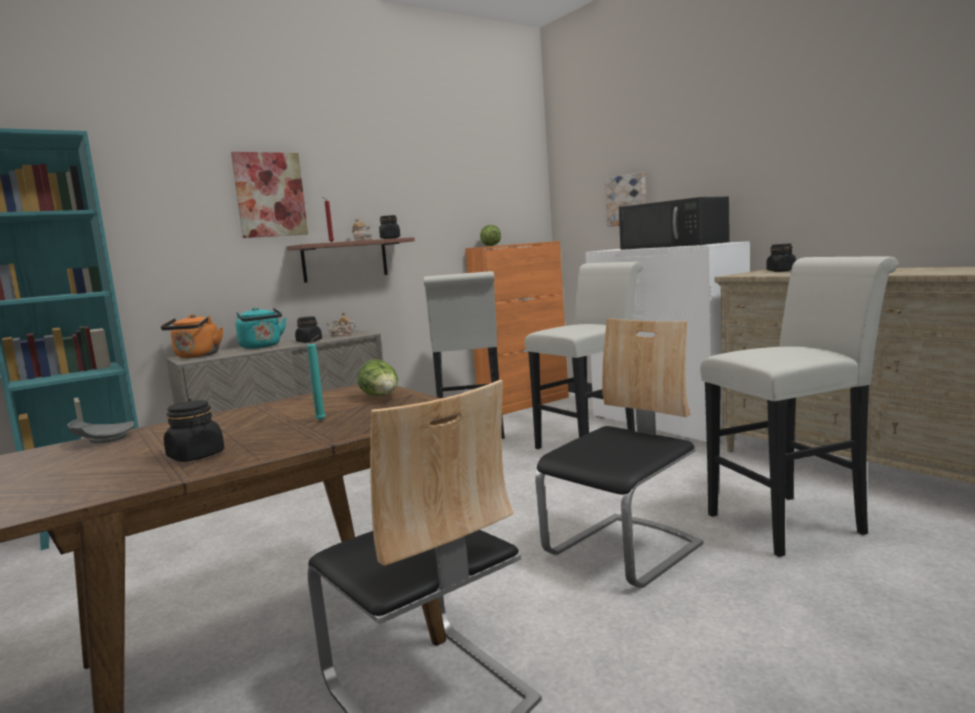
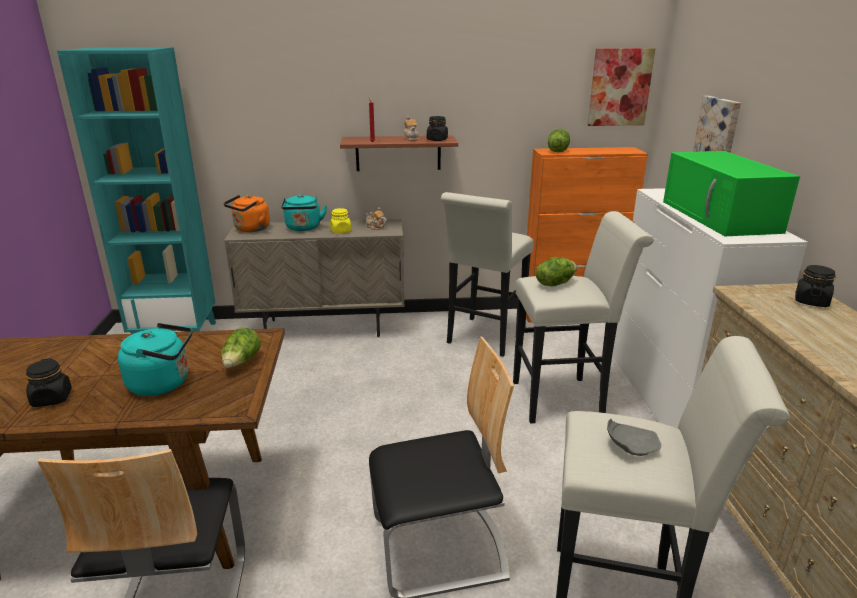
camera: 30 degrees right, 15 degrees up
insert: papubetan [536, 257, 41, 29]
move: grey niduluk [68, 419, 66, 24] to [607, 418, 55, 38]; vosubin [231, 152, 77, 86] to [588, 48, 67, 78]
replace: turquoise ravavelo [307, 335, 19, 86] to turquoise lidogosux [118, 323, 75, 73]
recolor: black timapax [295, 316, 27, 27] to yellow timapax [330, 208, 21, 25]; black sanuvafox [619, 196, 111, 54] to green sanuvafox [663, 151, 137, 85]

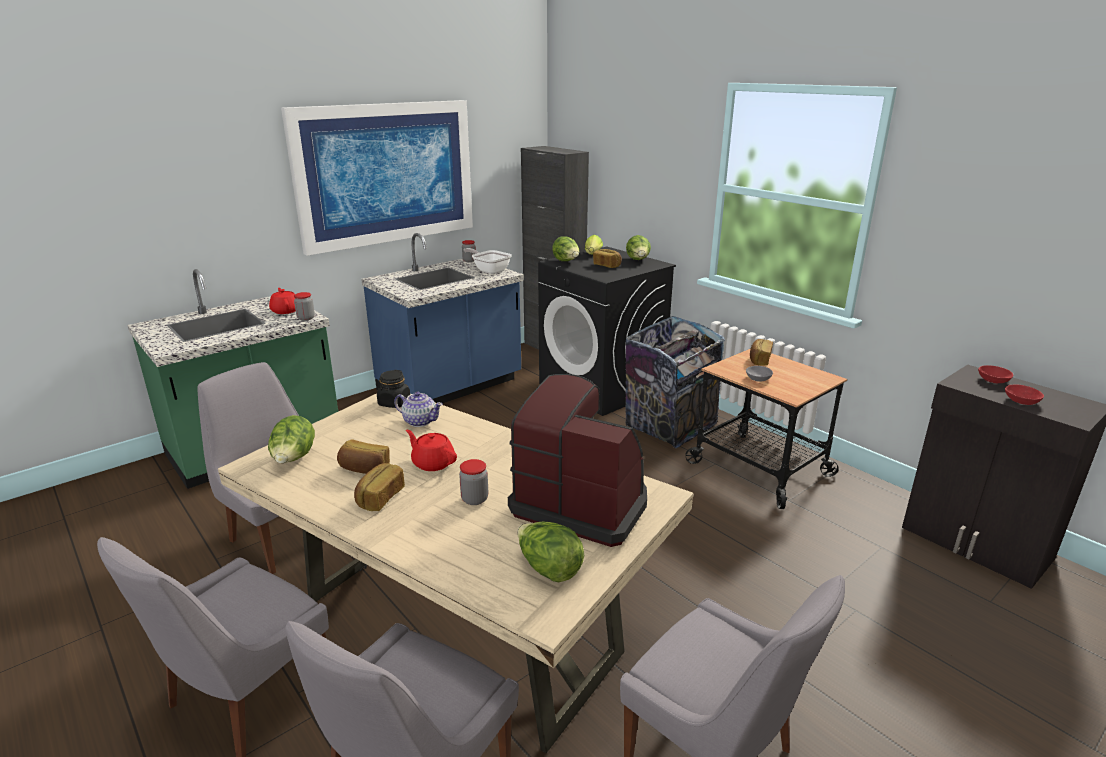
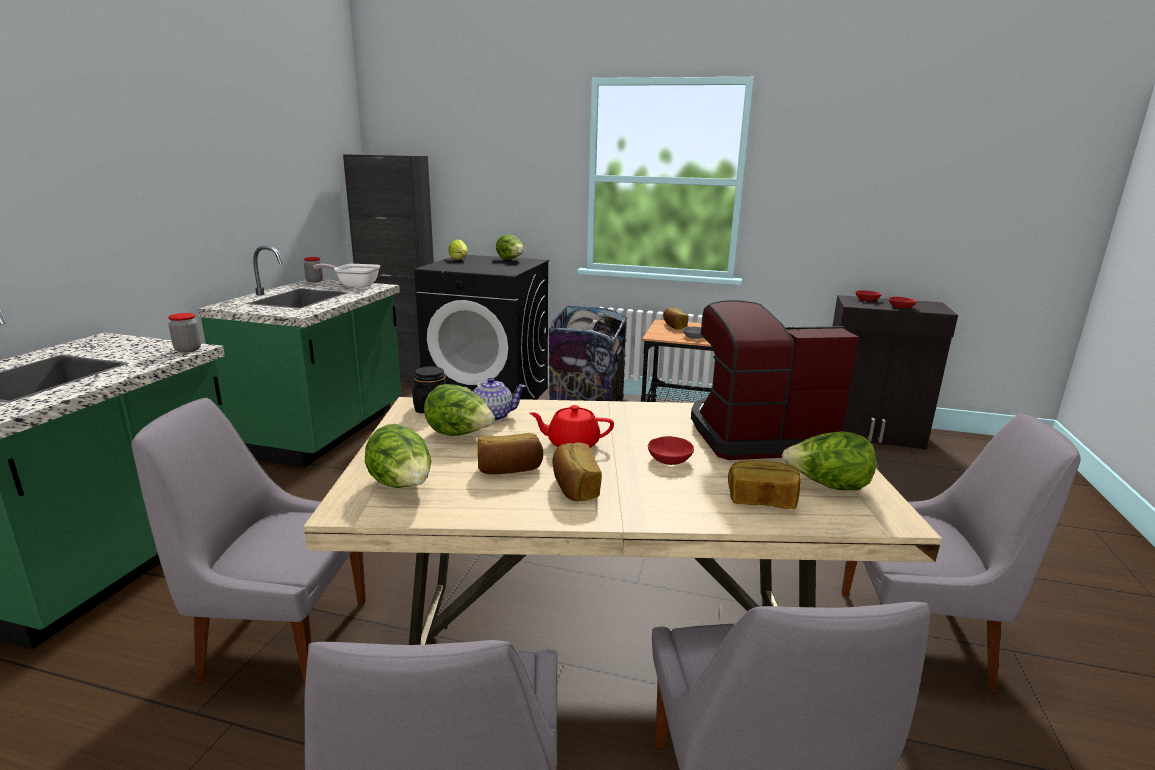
camera: 35 degrees left, 5 degrees down
delete: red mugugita [269, 288, 27, 26]; vosubin [281, 100, 192, 156]
move: papubetan [552, 236, 27, 25] to [424, 384, 71, 52]; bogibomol [593, 249, 29, 19] to [728, 460, 73, 49]
replace: timapax [459, 459, 29, 46] to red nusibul [648, 436, 46, 29]
recolor: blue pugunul [361, 233, 163, 170] to green pugunul [198, 245, 203, 223]

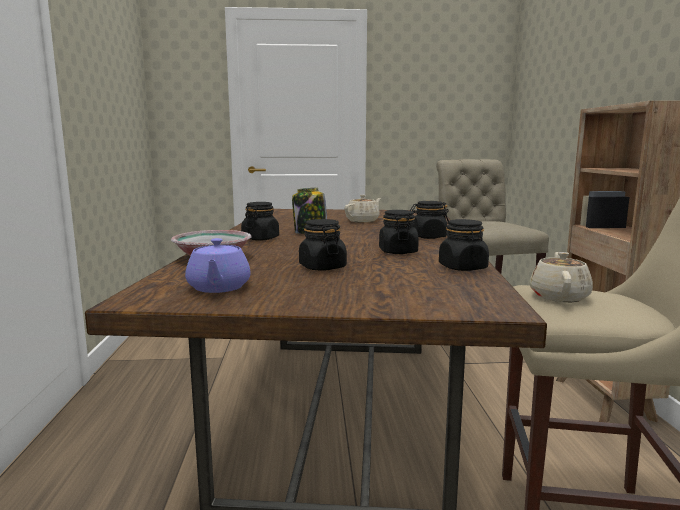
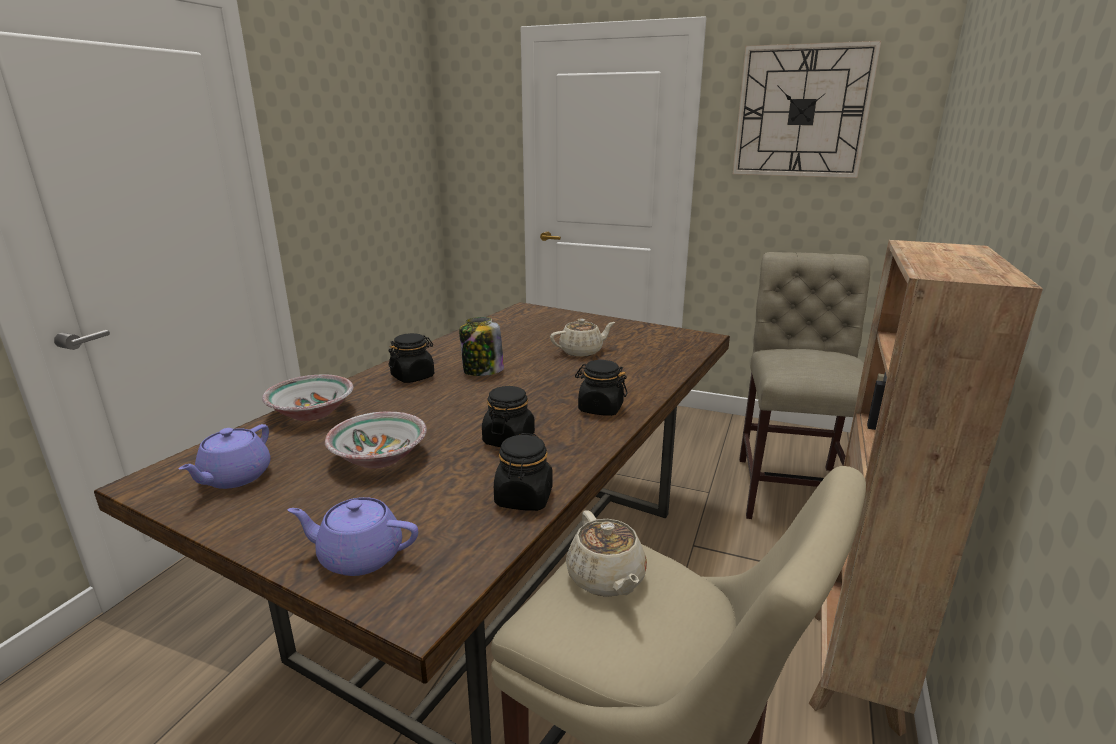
camera: 25 degrees right, 10 degrees up
insert: purple mugugita [288, 497, 130, 79]; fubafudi [733, 41, 148, 137]
replace: black timapax [299, 219, 48, 52] to nusibul [325, 412, 102, 57]
rotate: beige mugugita [529, 252, 64, 50] = [566, 510, 81, 87] 120 degrees clockwise

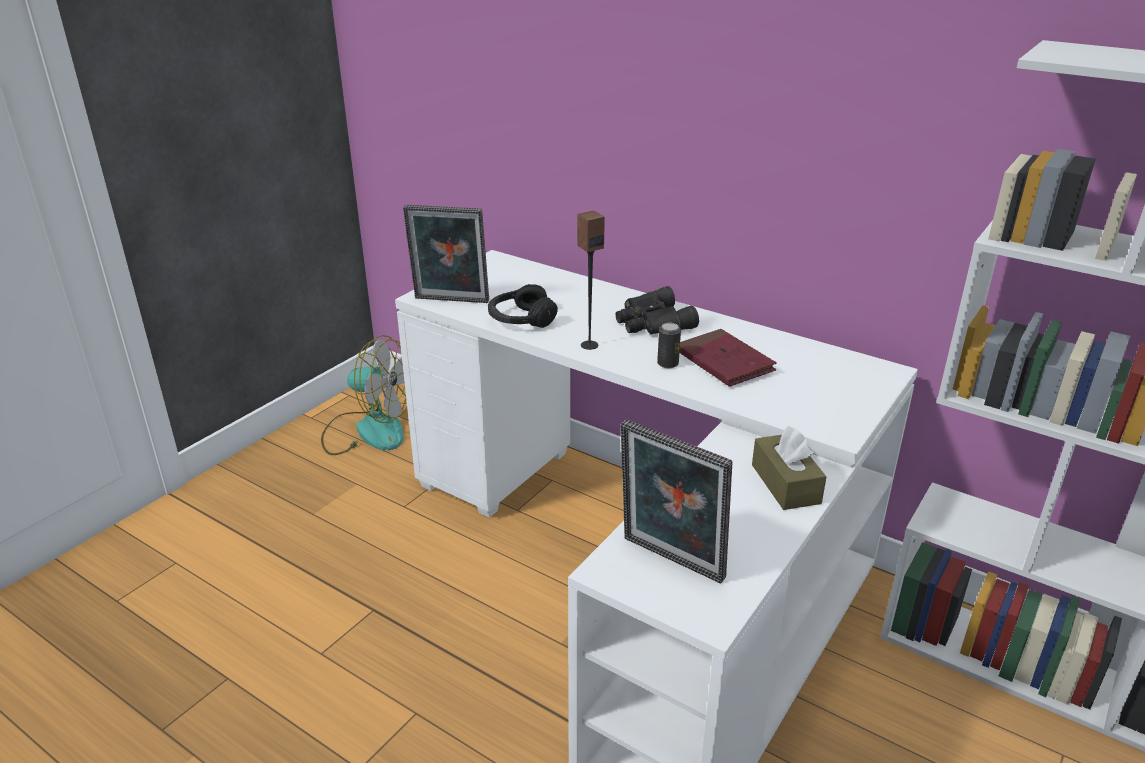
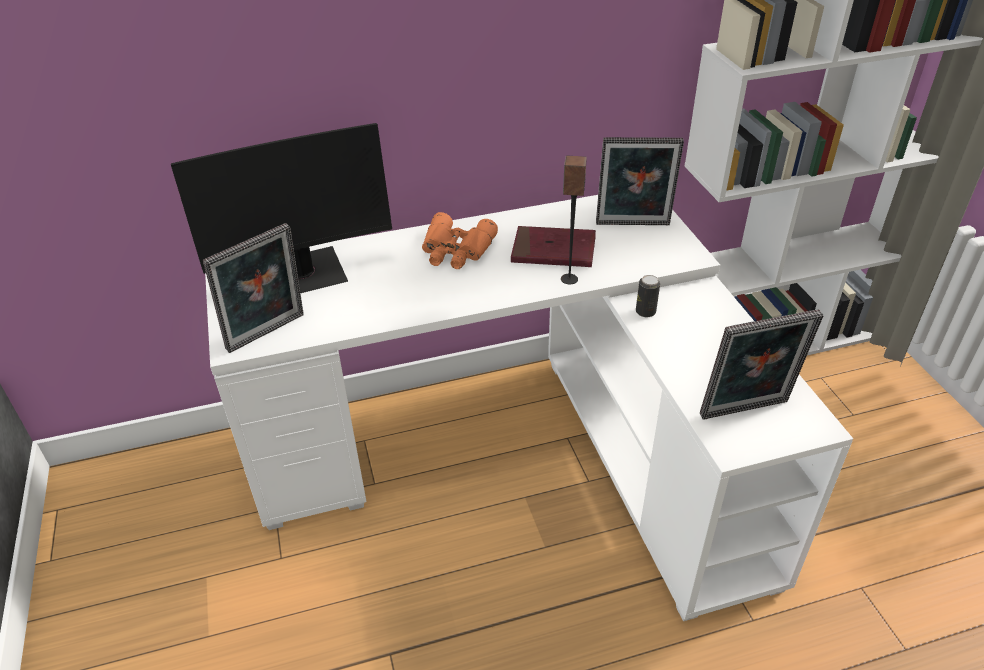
camera: 50 degrees left, 10 degrees up
delete: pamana [321, 335, 86, 120]; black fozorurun [488, 284, 70, 44]; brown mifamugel [752, 426, 74, 84]
insert: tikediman [171, 123, 221, 170]; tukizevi [596, 137, 88, 88]
move: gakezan [577, 211, 28, 139] to [561, 156, 26, 128]; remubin [657, 323, 24, 45] to [636, 275, 24, 42]
recolor: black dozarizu [615, 286, 84, 48] to orange dozarizu [422, 212, 76, 57]

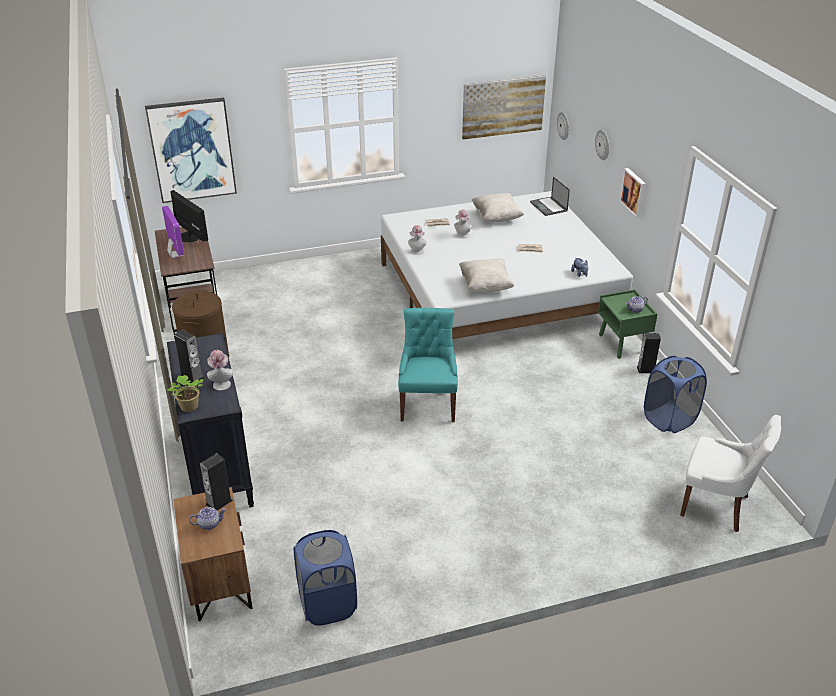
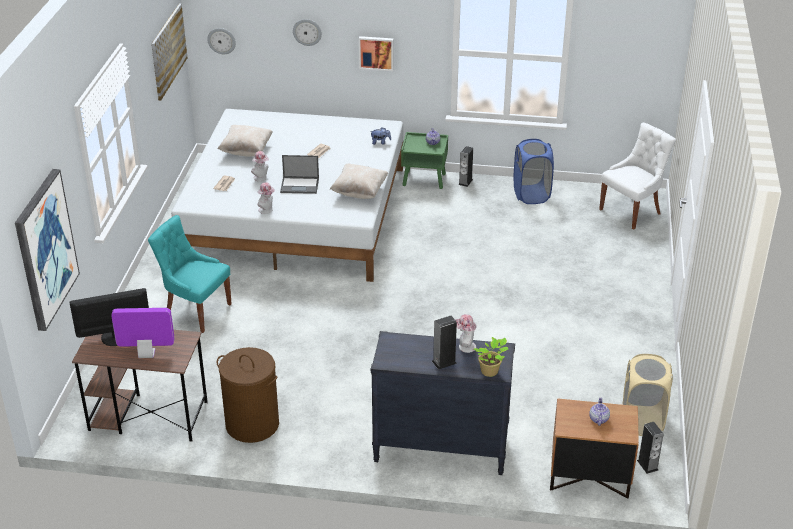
camera: 65 degrees left, 0 degrees up
move: gakezan [200, 453, 33, 58] to [637, 422, 27, 52]; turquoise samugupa [398, 308, 60, 114] to [148, 215, 84, 118]; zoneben [530, 177, 40, 39] to [280, 155, 39, 39]
recolor: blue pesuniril [294, 530, 63, 96] to beige pesuniril [622, 354, 51, 82]

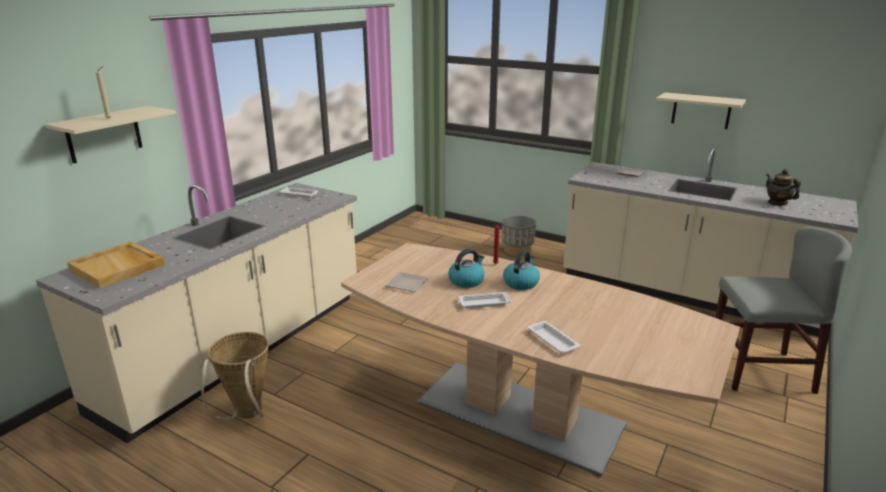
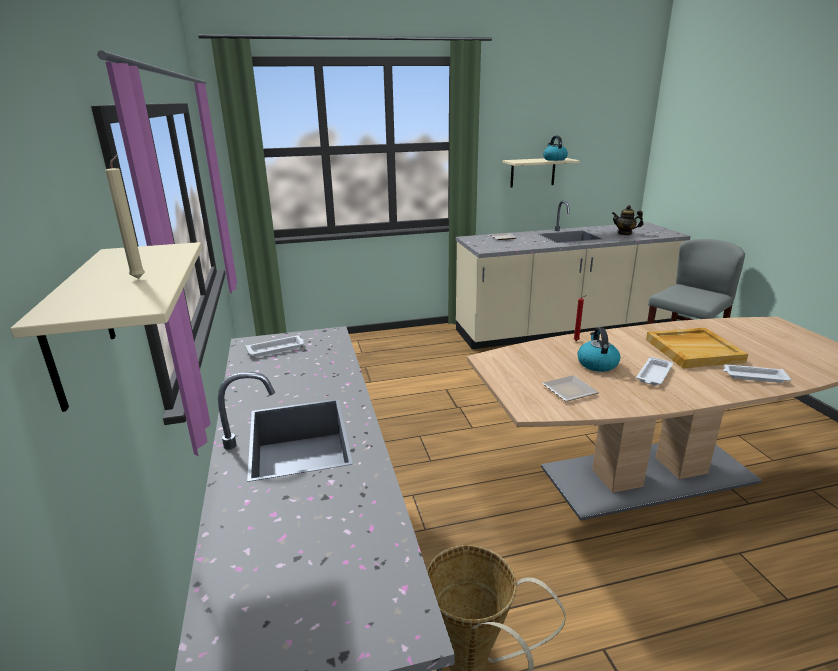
camera: 45 degrees left, 0 degrees up
delete: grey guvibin [502, 215, 34, 41]
move: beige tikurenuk [67, 242, 98, 47] to [646, 328, 102, 40]; lidogosux [503, 250, 37, 40] to [543, 135, 25, 26]

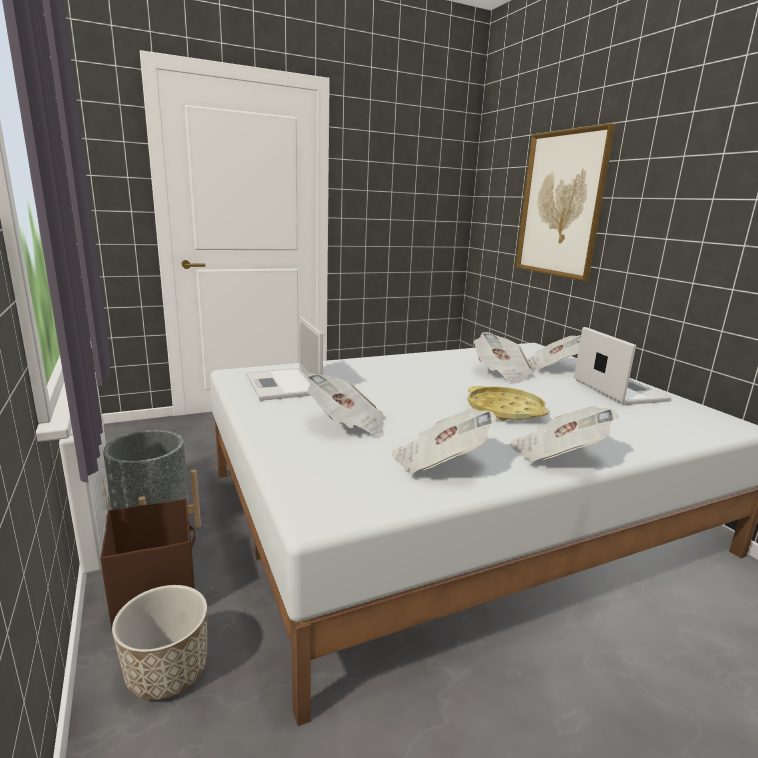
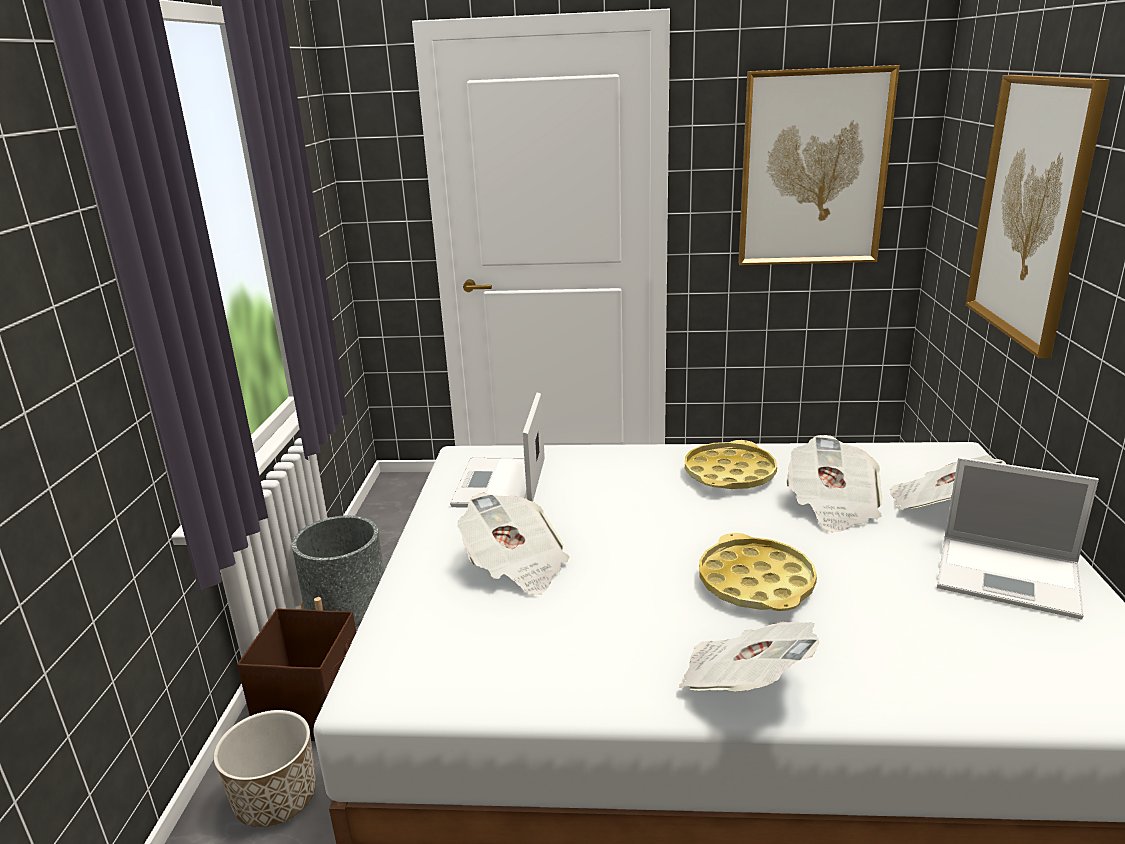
camera: 30 degrees right, 5 degrees up
delete: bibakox [391, 408, 106, 66]
insert: yellow tikurenuk [685, 440, 92, 49]; vosubin [738, 65, 162, 200]
rotate: zoneben [574, 327, 97, 78] = [937, 457, 162, 162] 105 degrees clockwise

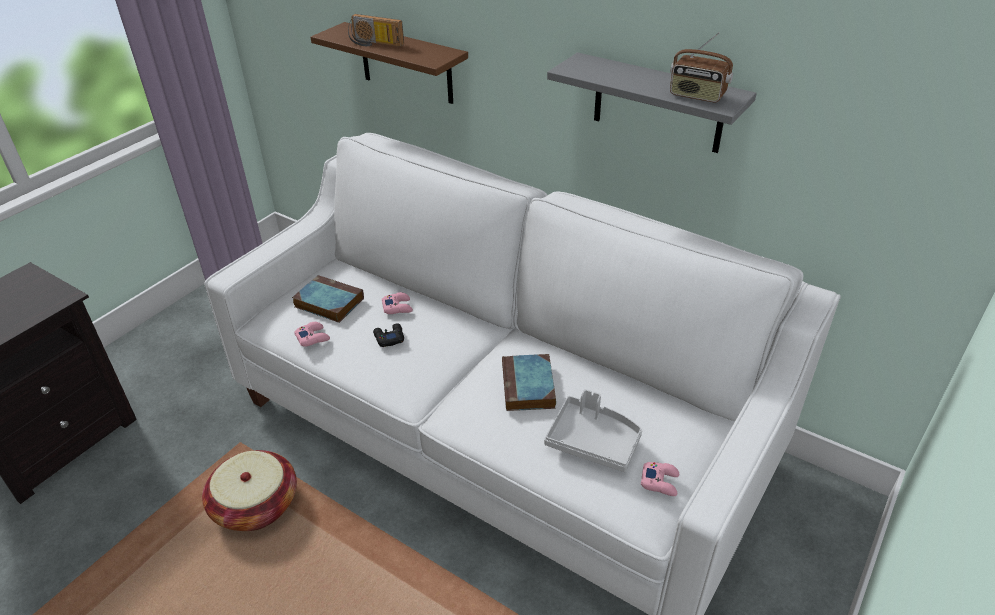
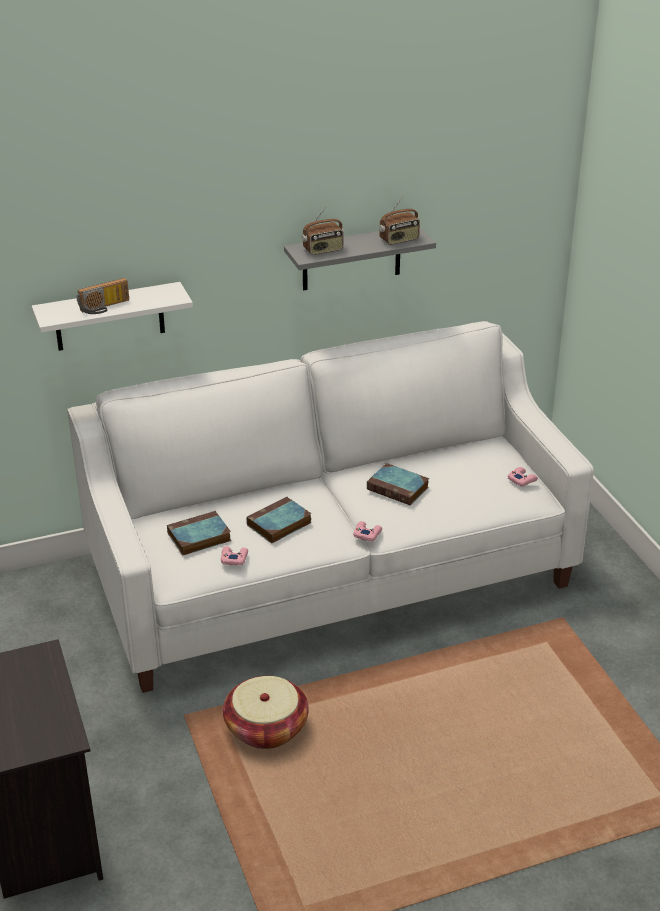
camera: 55 degrees left, 5 degrees down
delete: grey tikurenuk [544, 389, 98, 83]
insert: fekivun [302, 206, 42, 49]
move: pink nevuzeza [382, 292, 31, 22] to [353, 521, 29, 20]
replace: black nevuzeza [373, 323, 31, 24] to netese [246, 497, 66, 46]
recolor: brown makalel [311, 22, 157, 82] to white makalel [32, 282, 161, 69]

